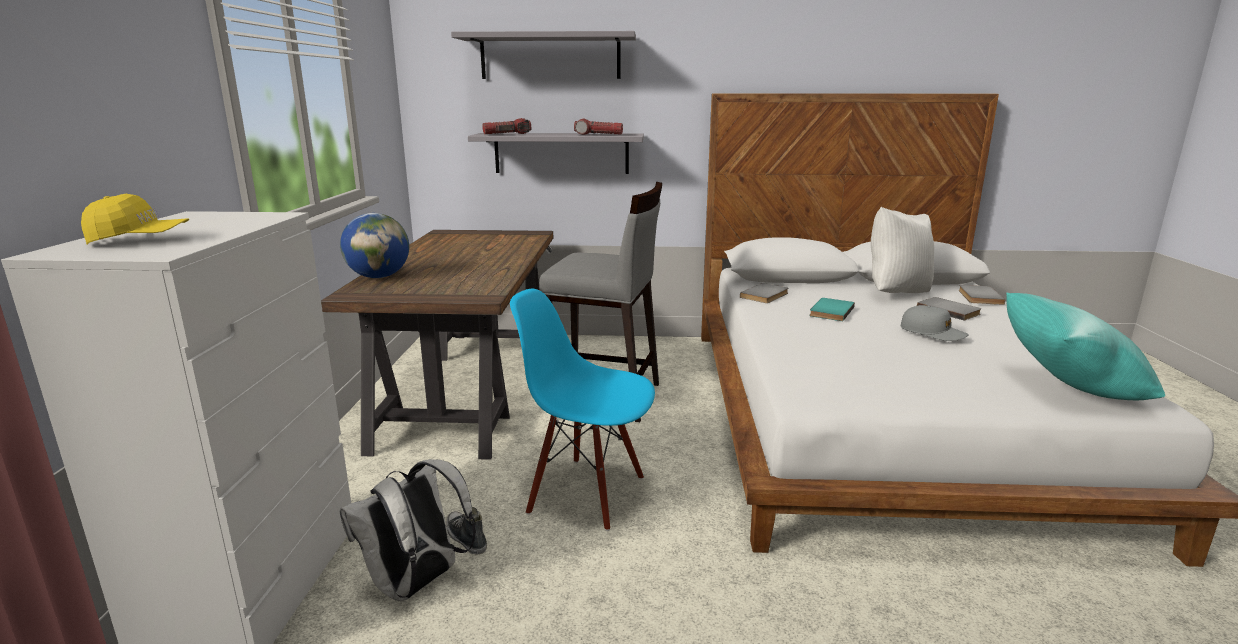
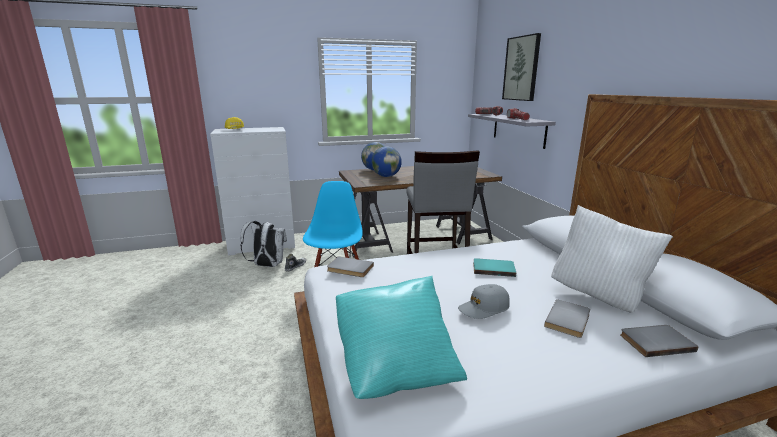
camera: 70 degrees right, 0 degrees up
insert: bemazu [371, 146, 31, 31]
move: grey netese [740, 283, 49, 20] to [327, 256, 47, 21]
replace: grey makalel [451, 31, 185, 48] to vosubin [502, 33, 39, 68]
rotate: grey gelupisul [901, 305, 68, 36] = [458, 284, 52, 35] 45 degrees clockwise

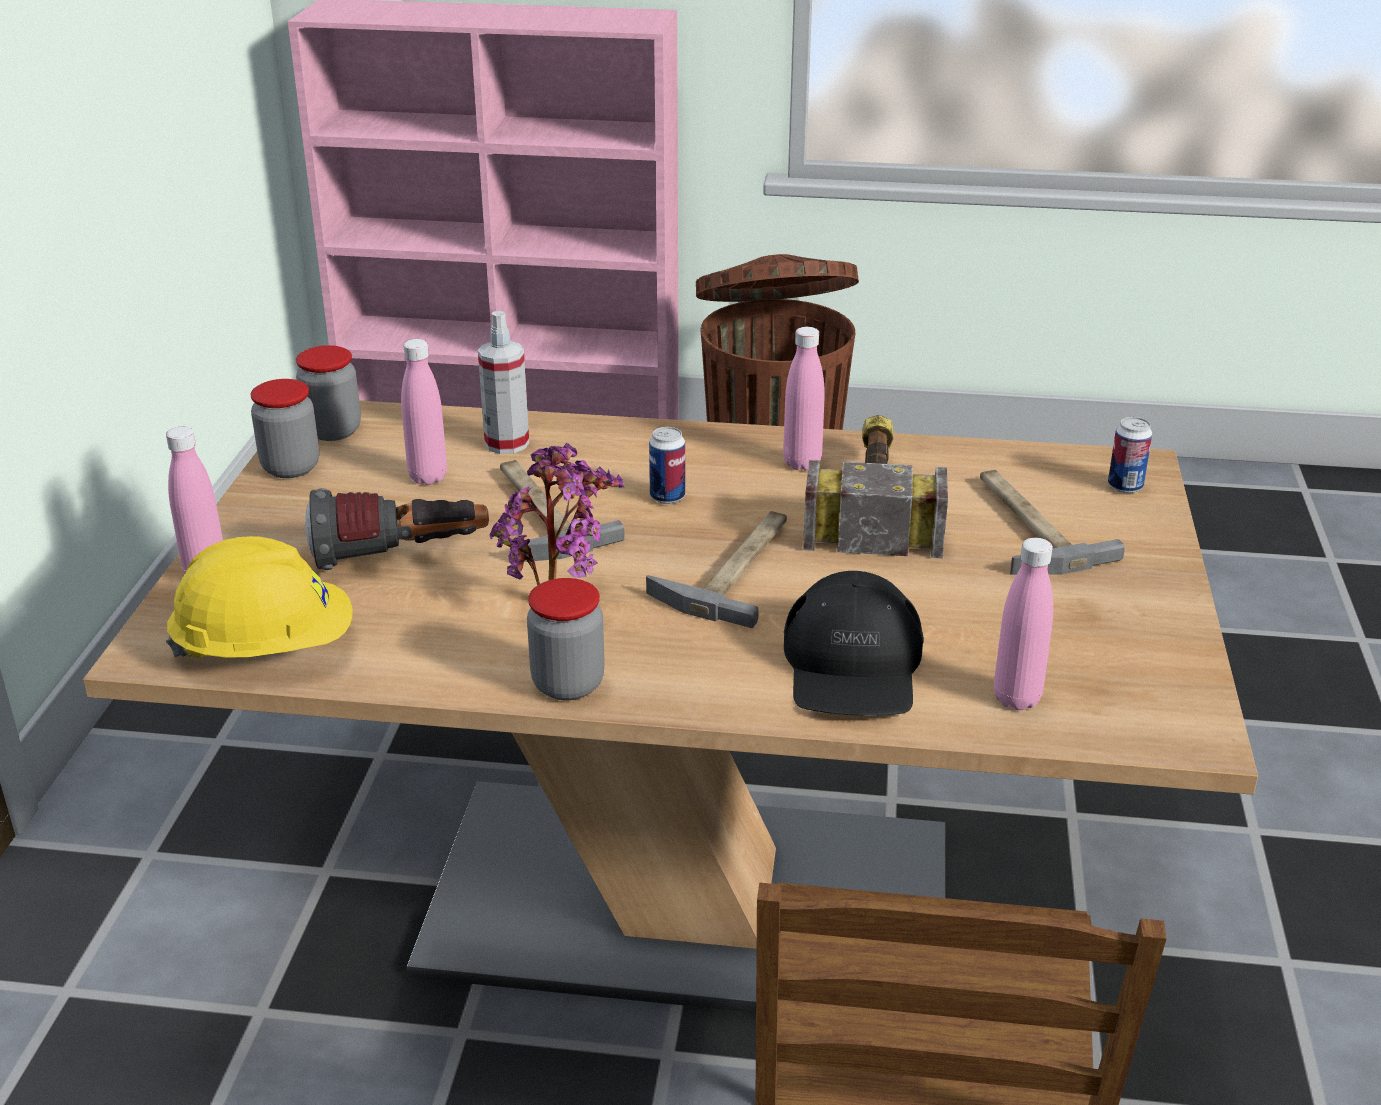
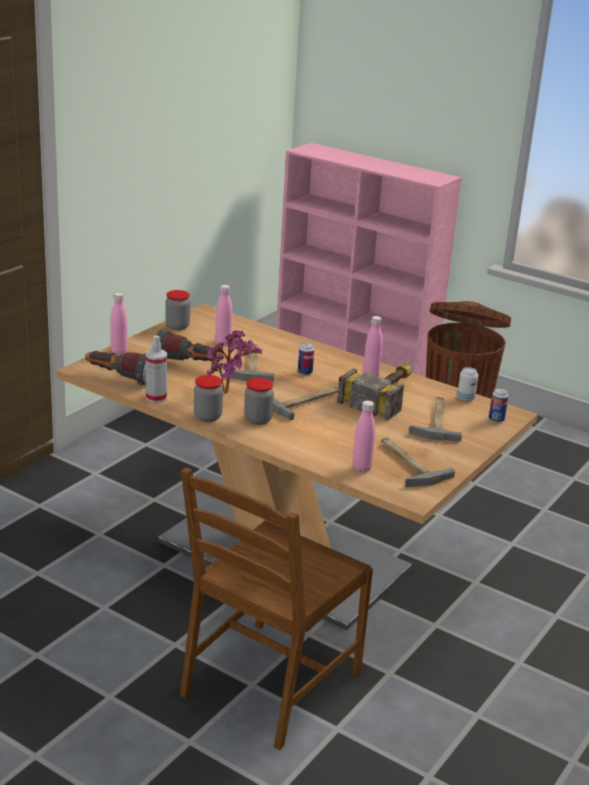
camera: 25 degrees right, 5 degrees down
delete: black gelupisul [784, 571, 140, 145]
insert: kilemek [381, 437, 74, 50]; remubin [457, 367, 21, 35]
move: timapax [296, 345, 65, 96] to [244, 378, 30, 47]; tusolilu [478, 311, 51, 143] to [146, 335, 21, 68]
replace: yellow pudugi [166, 536, 187, 125] to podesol [85, 351, 61, 35]

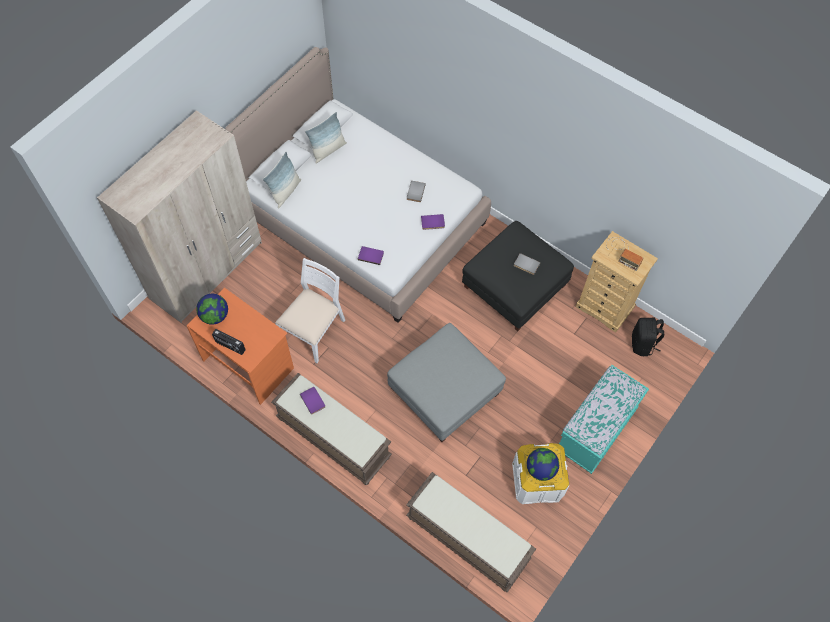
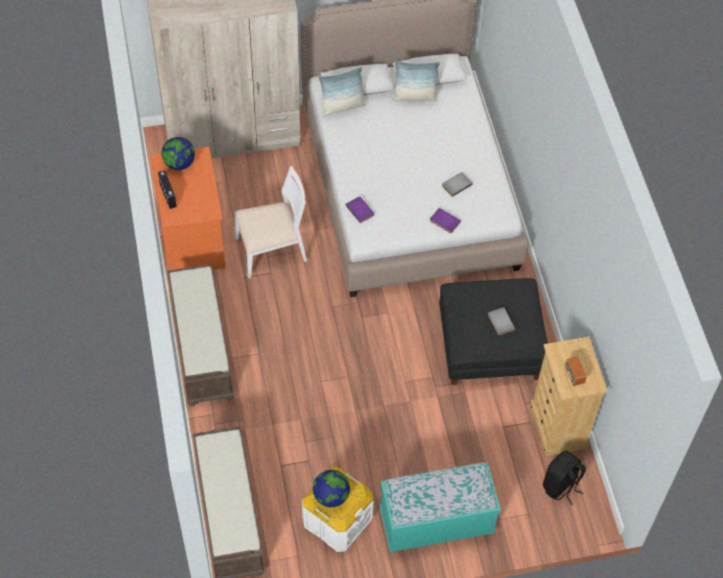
camera: 40 degrees right, 5 degrees down
delete: purple netese [300, 387, 25, 28]; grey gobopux [387, 323, 119, 119]

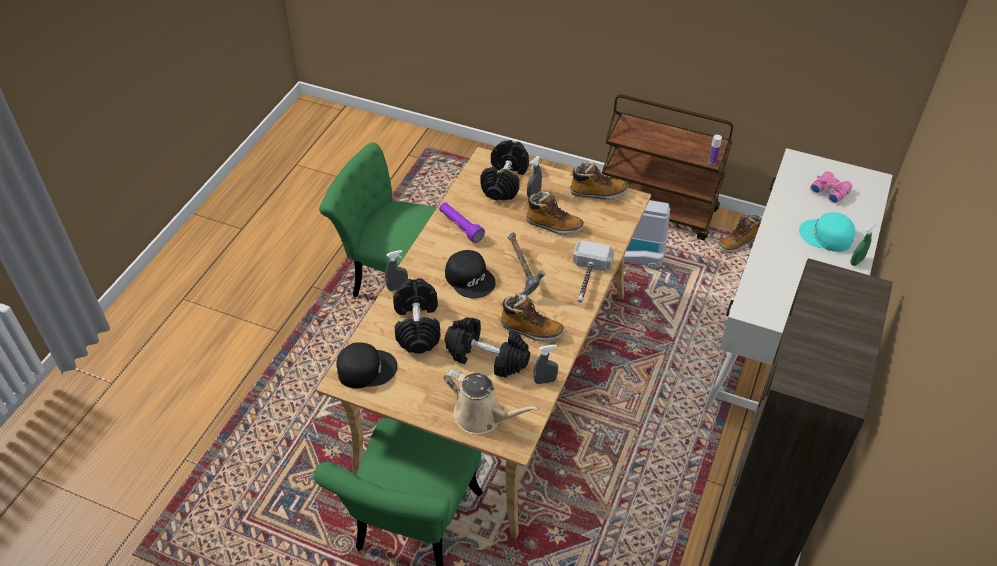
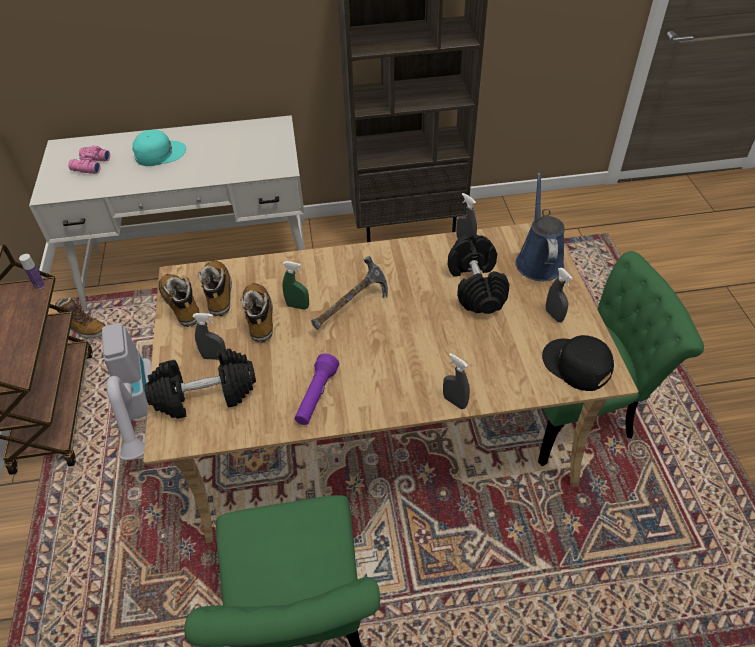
camera: 120 degrees left, 0 degrees up
delete: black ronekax [393, 278, 48, 76]; black gelupisul [445, 250, 51, 48]; kilemek [573, 240, 41, 63]
insert: grey tusolilu [546, 268, 27, 54]
move: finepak [500, 294, 64, 48] to [198, 260, 34, 56]; green tusolilu [850, 224, 25, 42] to [283, 261, 26, 49]
recolor: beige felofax [444, 369, 96, 66] to blue felofax [516, 173, 49, 108]
rotate: turquoise gelupisul [799, 212, 56, 40] = [132, 130, 54, 36] 105 degrees counterclockwise

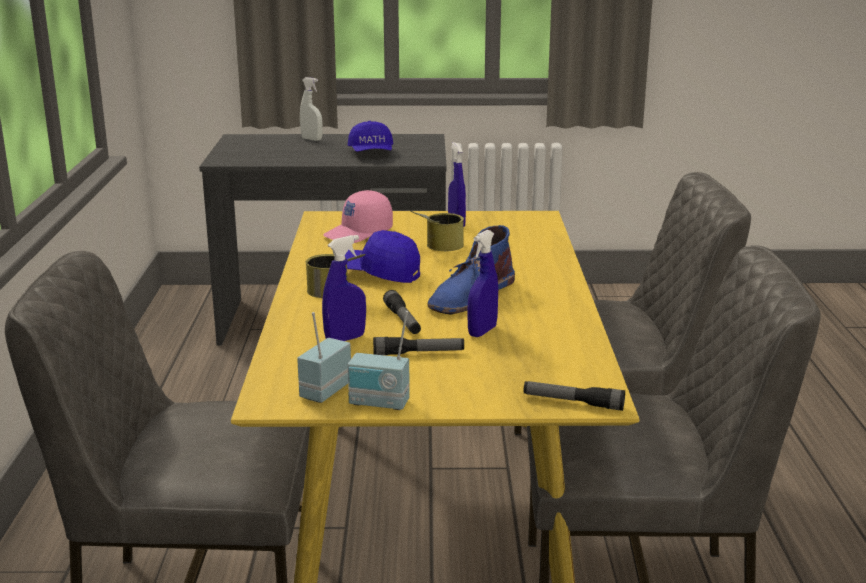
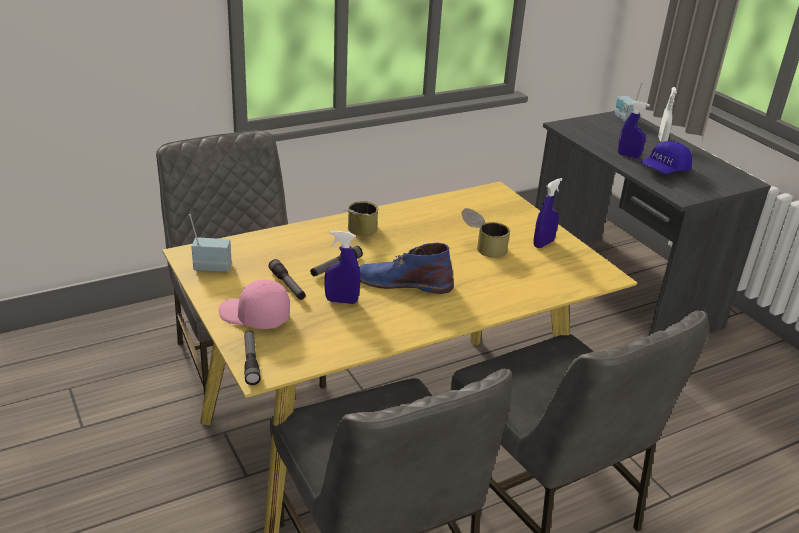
camera: 60 degrees right, 10 degrees up
delete: blue gelupisul [345, 230, 75, 53]
move: blue tusolilu [322, 235, 44, 106] to [618, 101, 32, 57]; pink gelupisul [323, 190, 70, 53] to [219, 280, 71, 49]; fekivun [348, 311, 62, 99] to [614, 82, 29, 40]

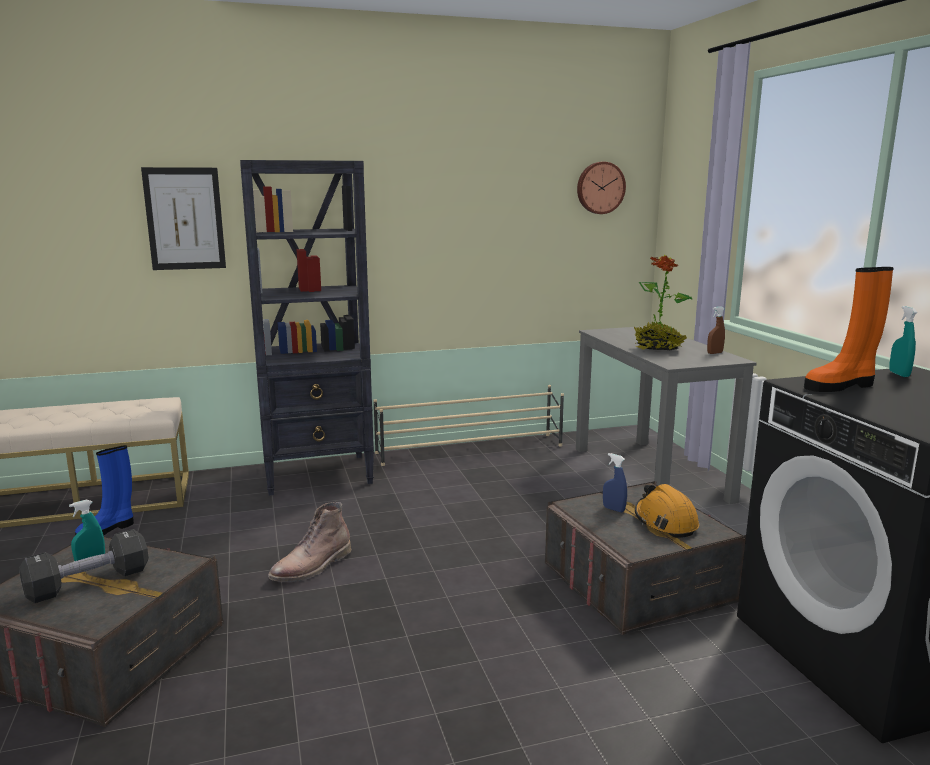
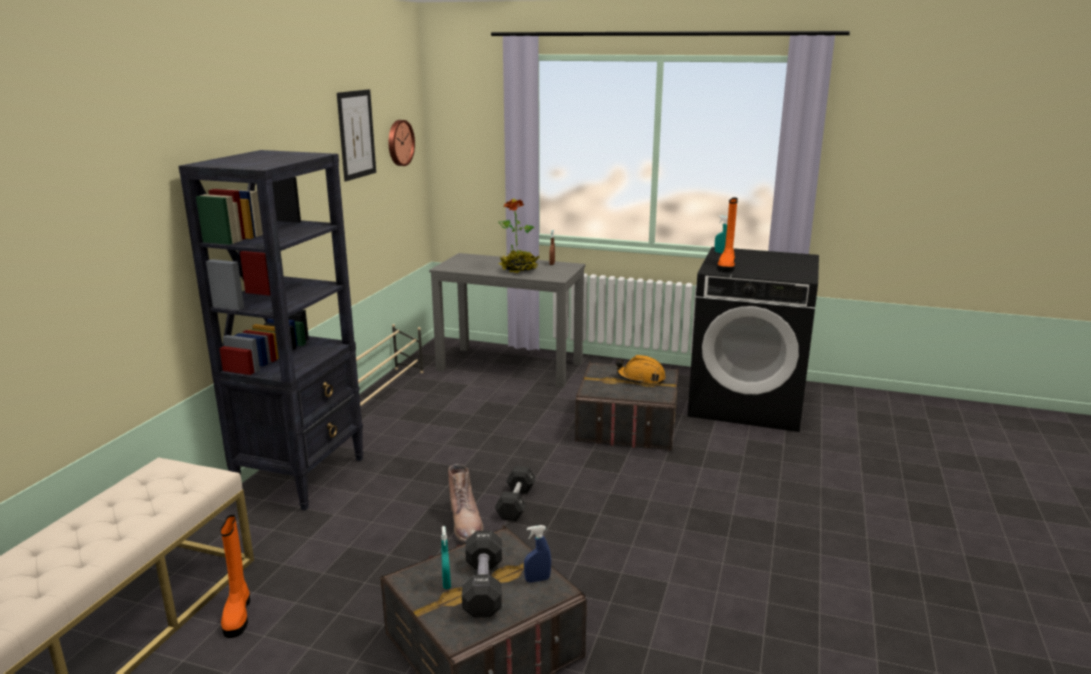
camera: 55 degrees left, 5 degrees up
insert: black ronekax [495, 466, 41, 55]
move: vosubin [141, 167, 85, 103] to [337, 89, 39, 93]; blue tusolilu [603, 453, 24, 59] to [524, 525, 27, 58]
recolor: blue finepak [75, 445, 59, 90] to orange finepak [220, 515, 30, 123]

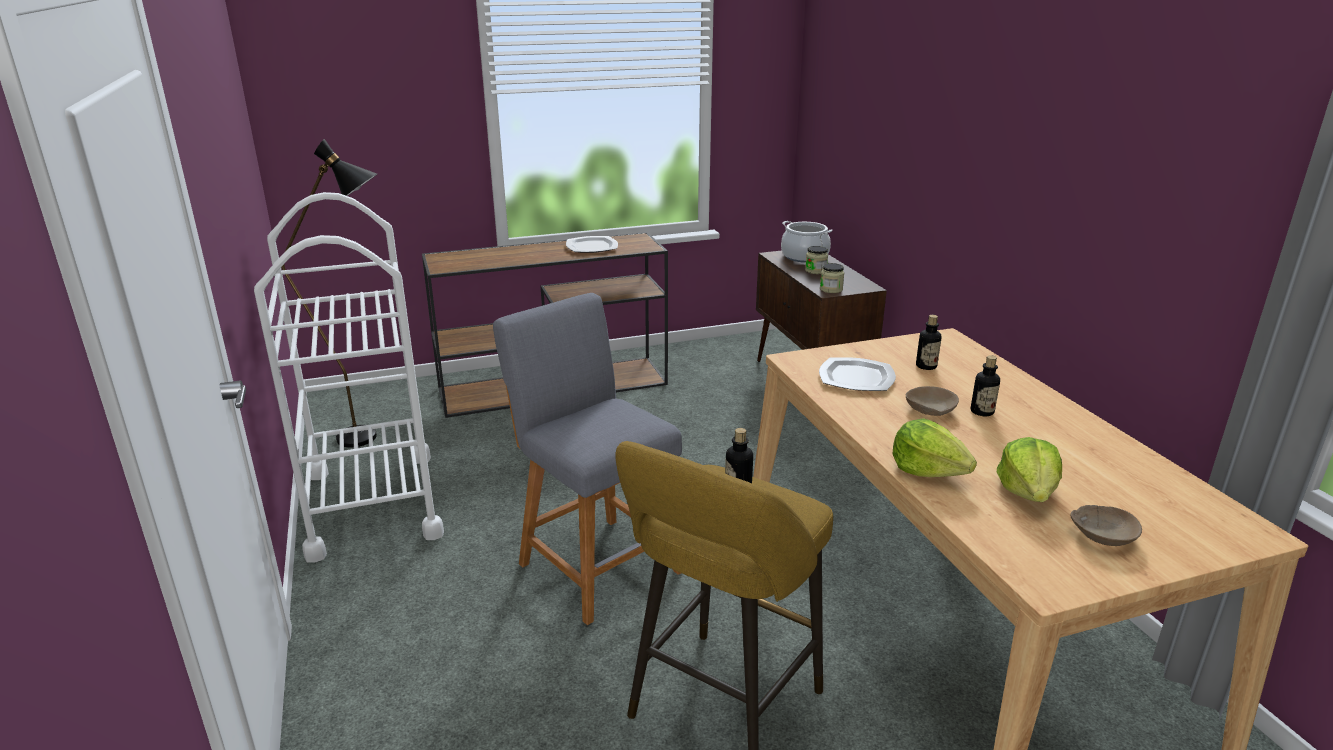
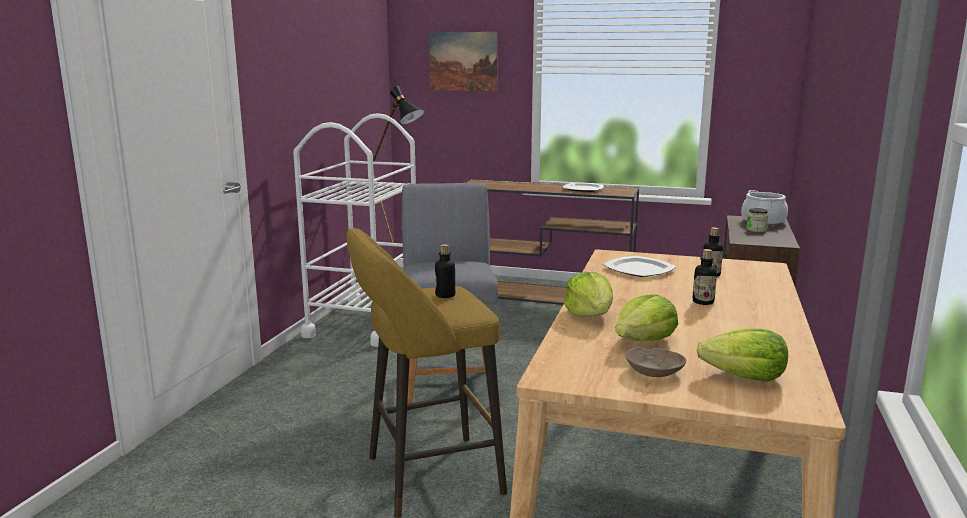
camera: 35 degrees right, 10 degrees down
delete: timapax [820, 263, 24, 30]; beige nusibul [906, 386, 53, 30]
insert: vosubin [429, 32, 69, 59]; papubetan [697, 328, 91, 54]

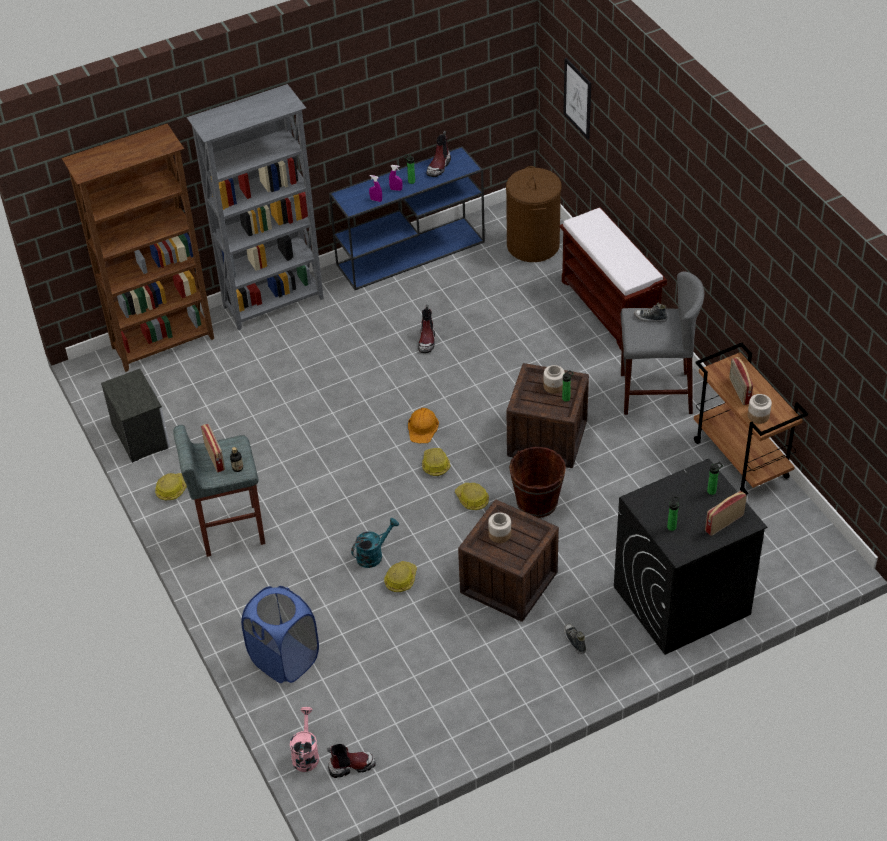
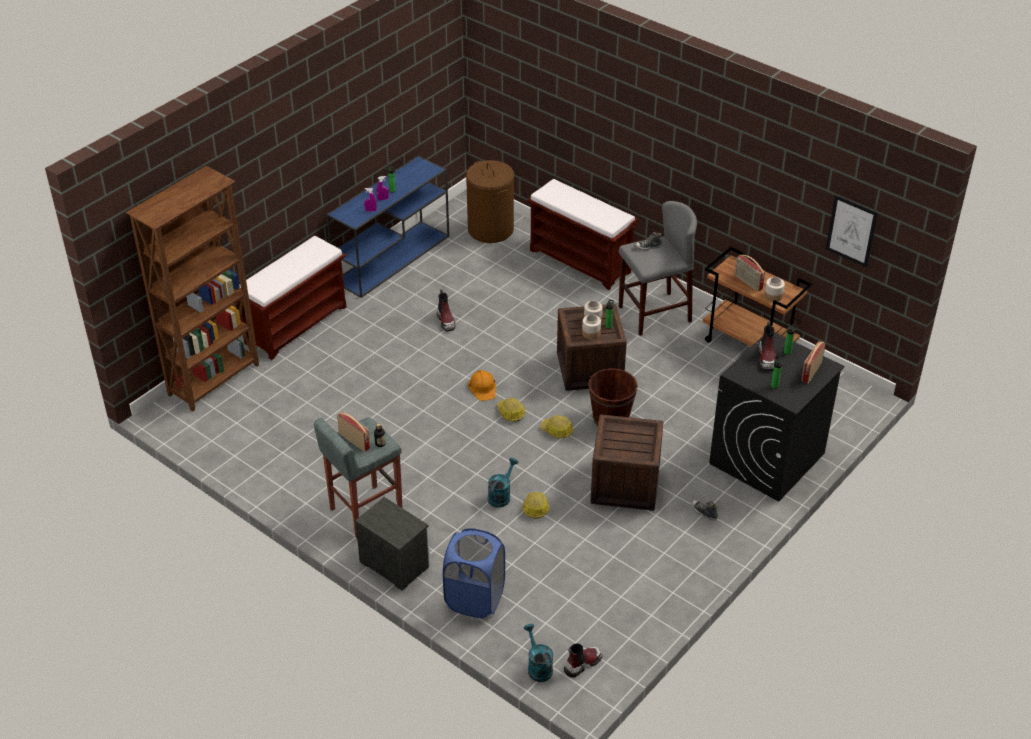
camera: 25 degrees left, 5 degrees down
delete: pudugi [155, 473, 32, 27]
move: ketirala [101, 369, 69, 94] to [355, 497, 76, 94]; finepak [426, 131, 25, 46] to [758, 321, 18, 50]; timapax [488, 512, 23, 31] to [582, 315, 19, 25]; vosubin [564, 58, 27, 82] to [826, 195, 52, 73]
replace: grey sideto [187, 84, 137, 246] to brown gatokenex [238, 236, 108, 124]
recolor: pink felofax [290, 707, 29, 65] to turquoise felofax [524, 624, 29, 58]

